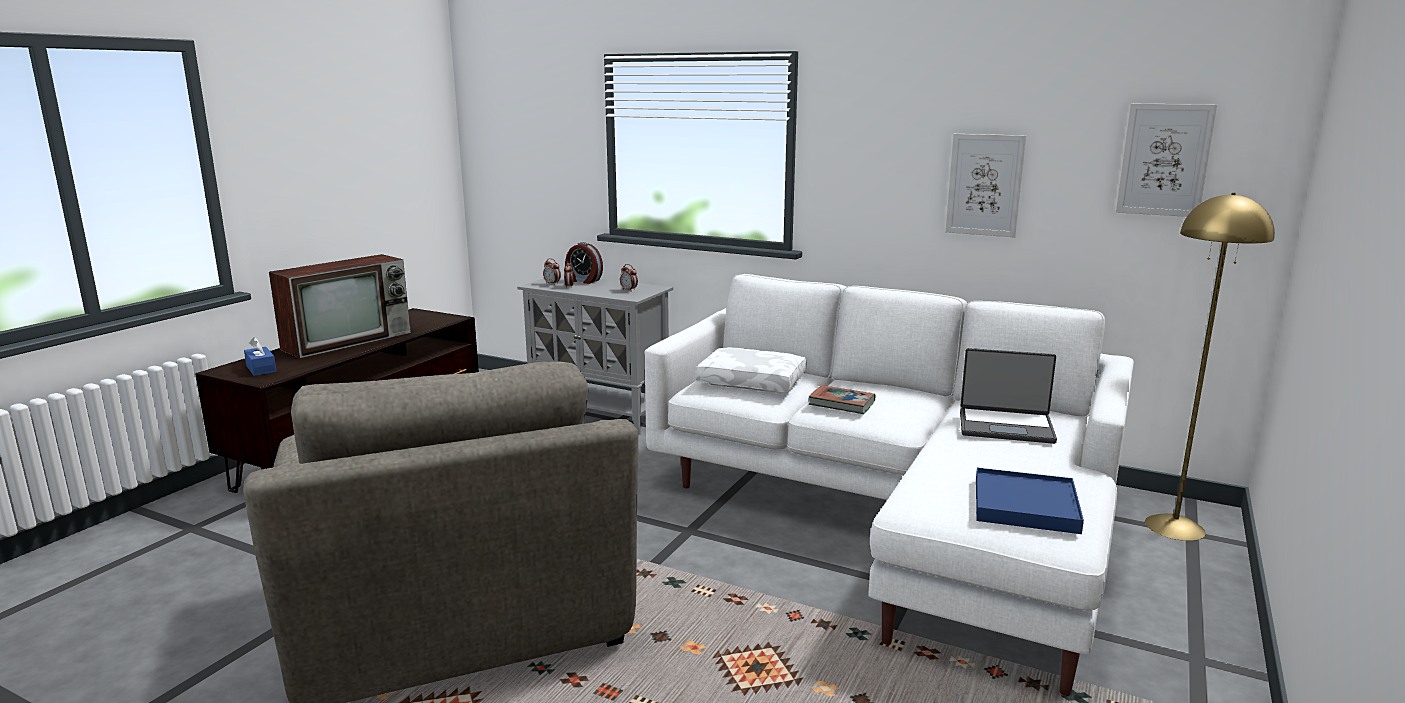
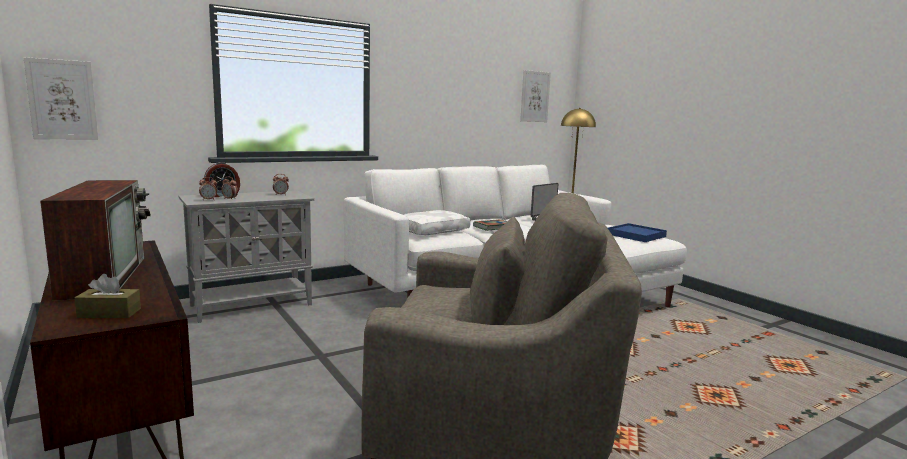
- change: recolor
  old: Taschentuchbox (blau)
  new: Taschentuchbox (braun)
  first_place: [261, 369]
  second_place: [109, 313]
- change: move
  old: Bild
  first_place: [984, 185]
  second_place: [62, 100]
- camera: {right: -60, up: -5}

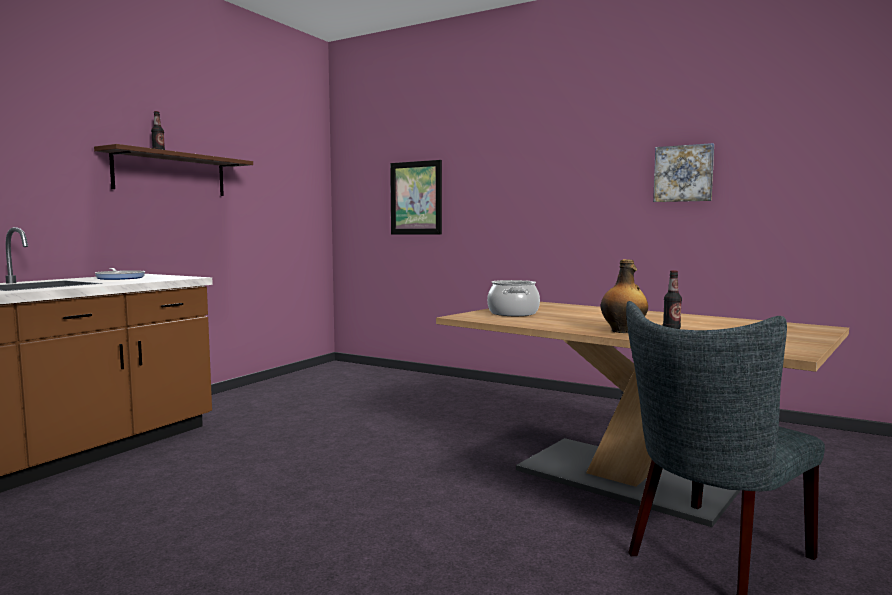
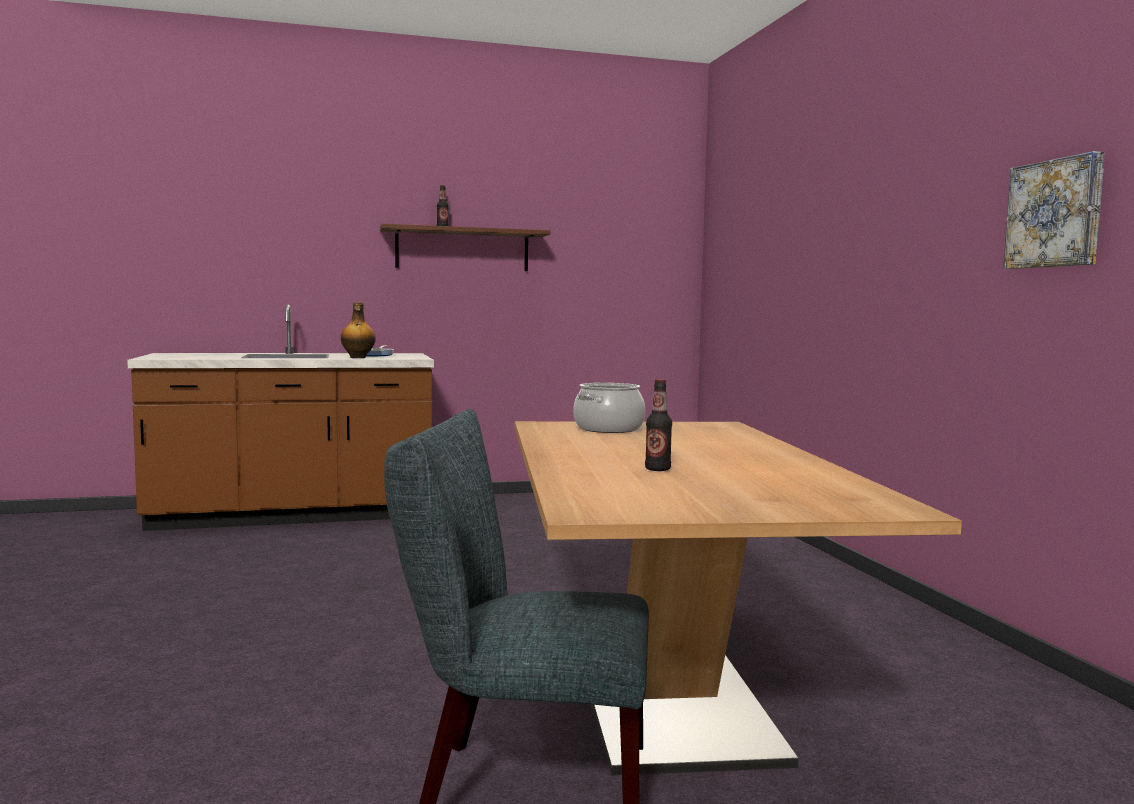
- change: delete
  old: Bild
  first_place: [416, 198]
- change: move
  old: Flasche
  first_place: [623, 331]
  second_place: [358, 357]
- camera: {right: 45, up: 0}

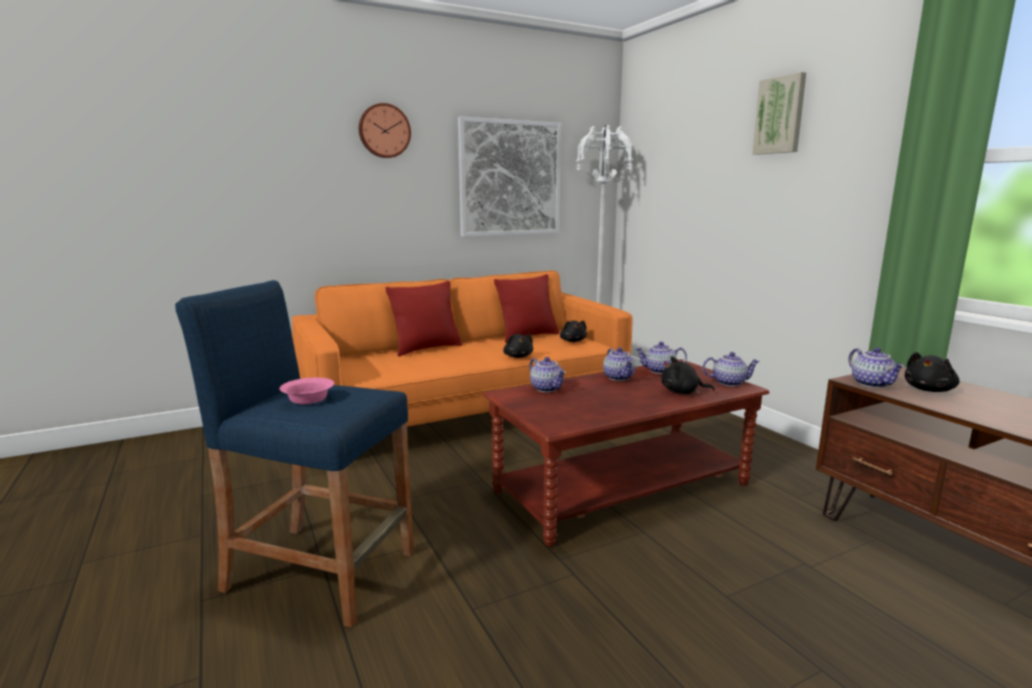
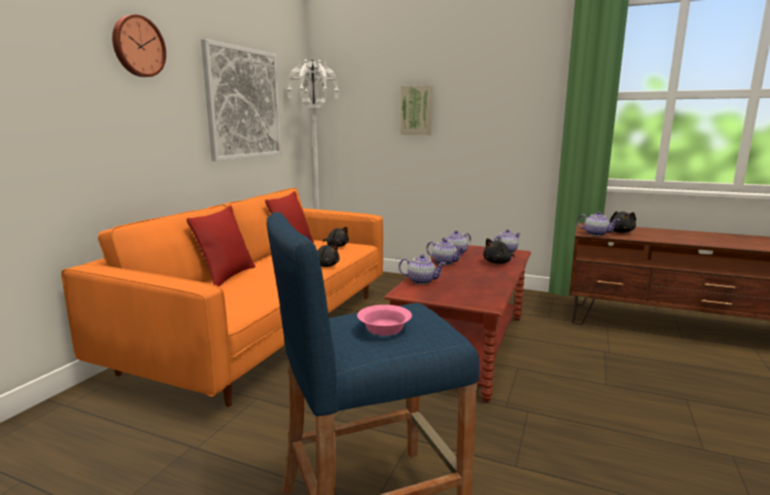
- change: move
  old: Bild
  first_place: [780, 115]
  second_place: [416, 110]
- camera: {right: -40, up: 0}

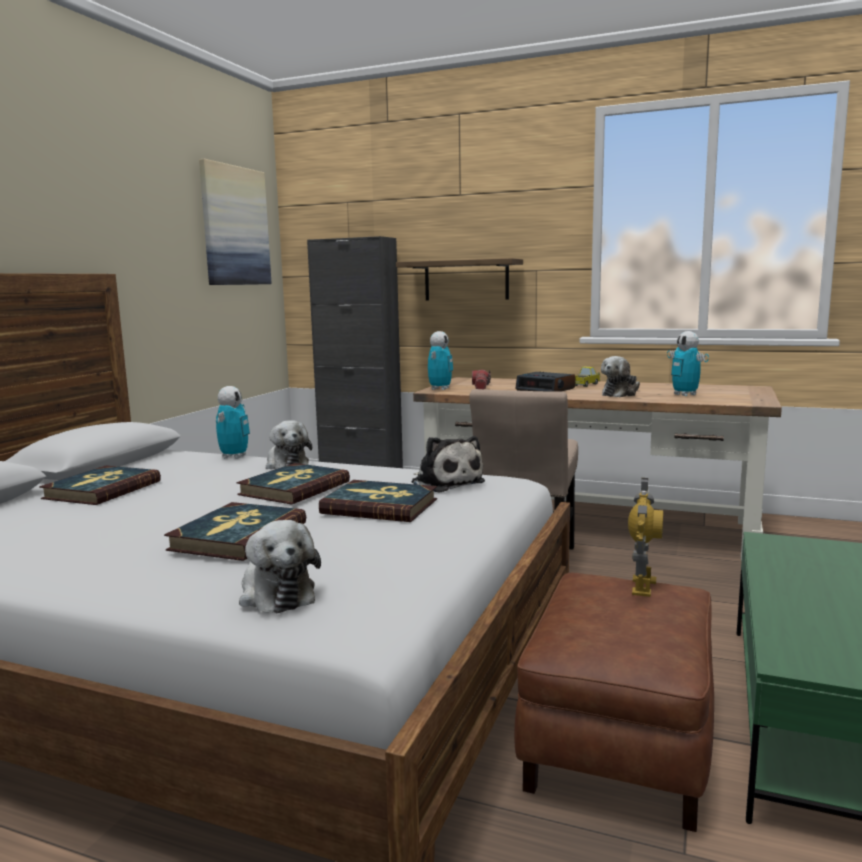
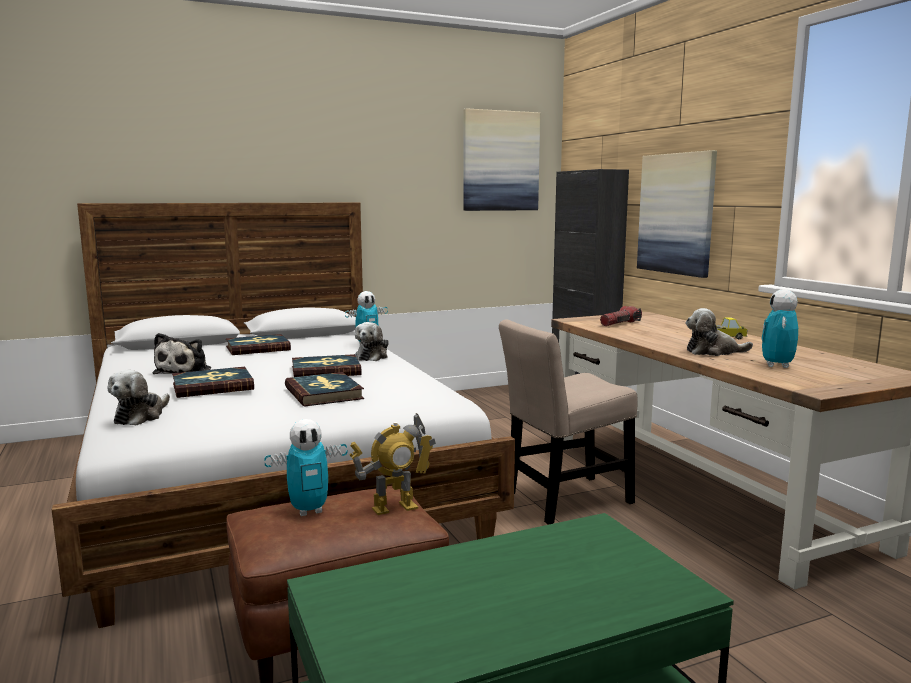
- change: replace
  old: Wandregal
  new: Bild
  first_place: [466, 280]
  second_place: [676, 213]
- change: move
  old: Plüschtier
  first_place: [445, 483]
  second_place: [185, 371]
- change: move
  old: Spielzeugroboter
  first_place: [440, 389]
  second_place: [309, 510]
- change: delete
  old: Wecker
  first_place: [546, 389]
- camera: {right: 45, up: 0}

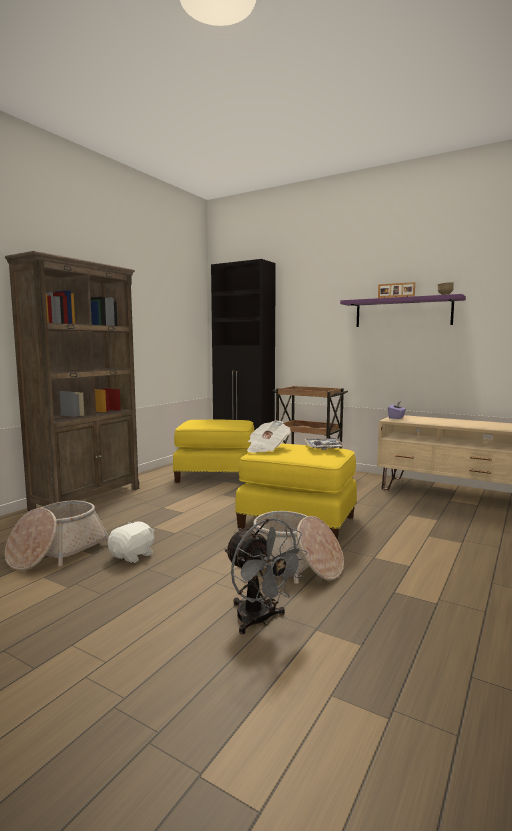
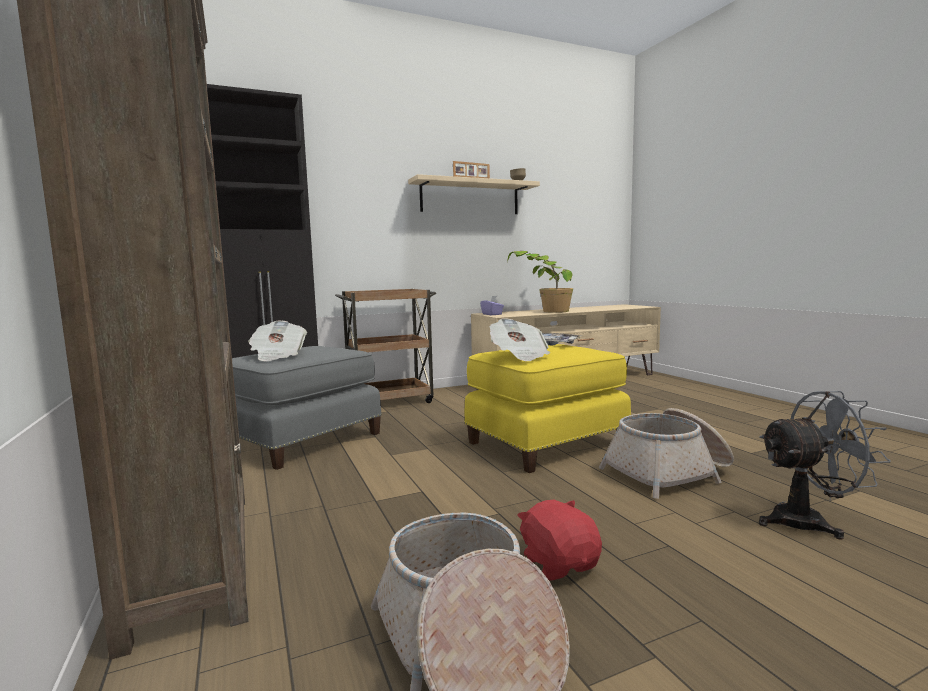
- change: recolor
  old: Plüschtier (weiß)
  new: Plüschtier (rot)
  first_place: [133, 556]
  second_place: [559, 563]
- change: recolor
  old: Polsterhocker (gelb)
  new: Polsterhocker (grau)
  first_place: [216, 475]
  second_place: [303, 440]
- change: recolor
  old: Wandregal (lila)
  new: Wandregal (beige)
  first_place: [402, 312]
  second_place: [470, 197]
- change: insert
  new: Zeitung
  second_place: [278, 356]
- change: insert
  new: Topfpflanze
  second_place: [542, 312]
- camera: {right: -55, up: 0}

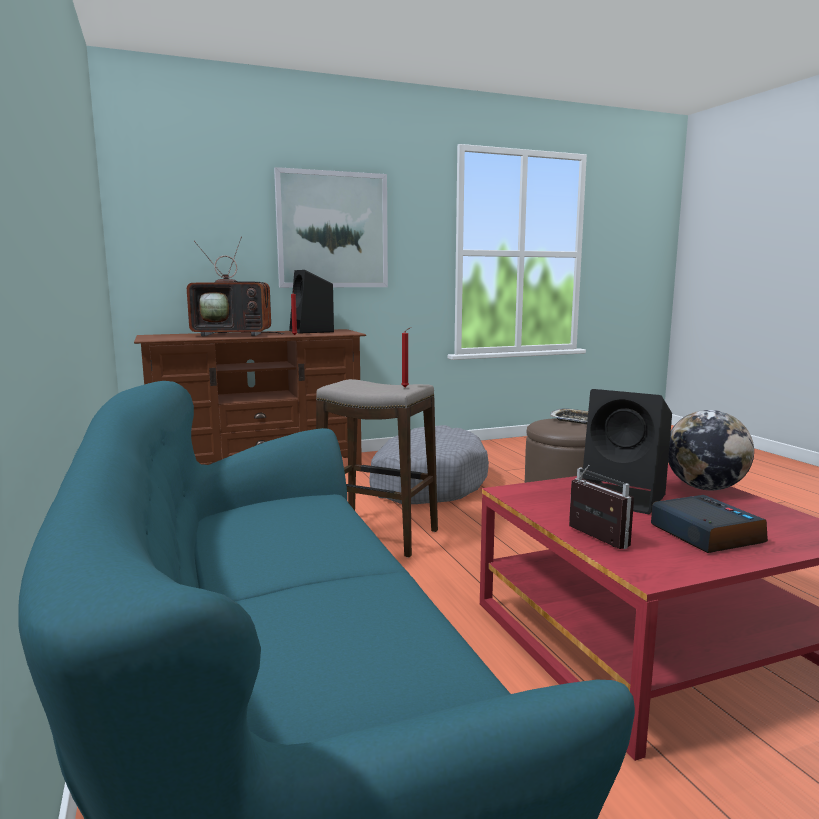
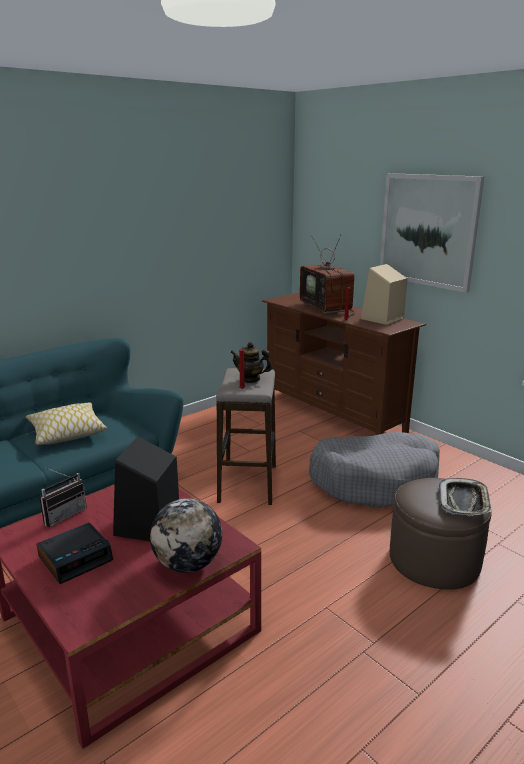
- change: recolor
  old: Lautsprecher (schwarz)
  new: Lautsprecher (beige)
  first_place: [312, 331]
  second_place: [382, 319]
- change: insert
  new: Kissen
  second_place: [66, 432]
- change: insert
  new: Teekanne
  second_place: [250, 379]
- camera: {right: 70, up: 10}

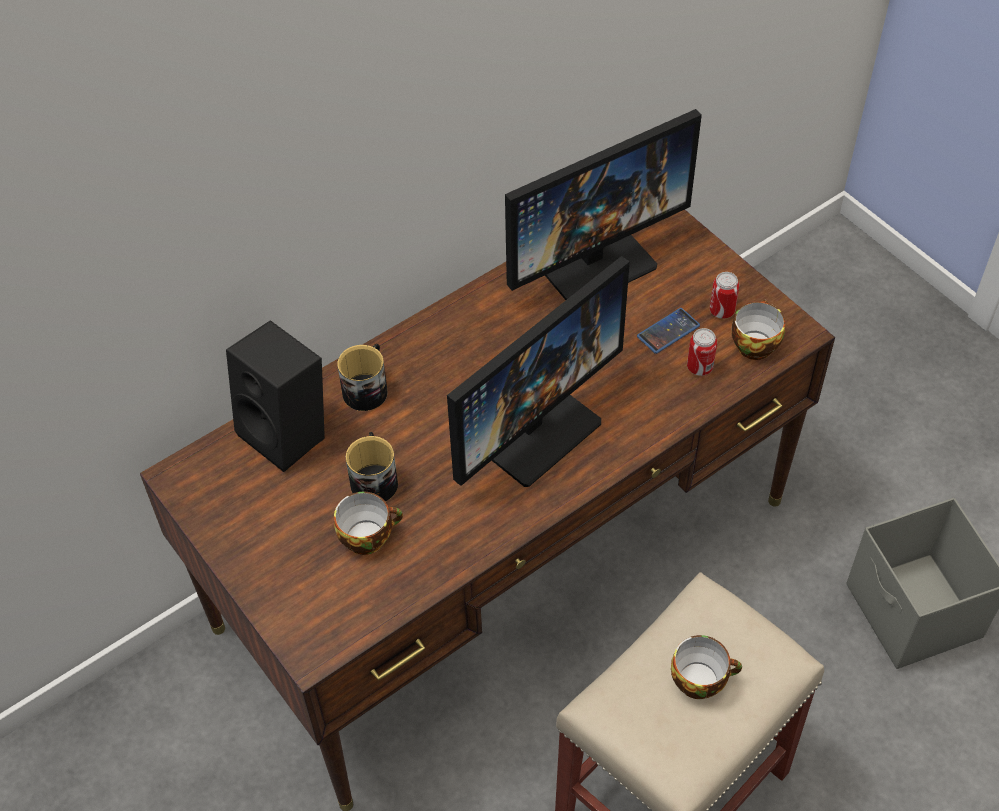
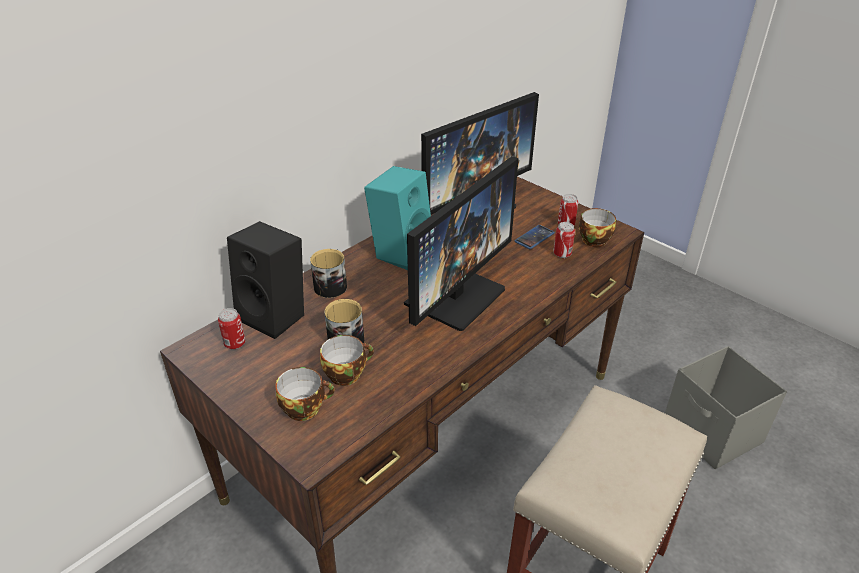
- change: move
  old: Tasse
  first_place: [700, 679]
  second_place: [305, 407]
- change: insert
  new: Dose
  second_place: [235, 344]
- change: insert
  new: Lautsprecher (türkis)
  second_place: [401, 251]
- camera: {right: -10, up: -15}

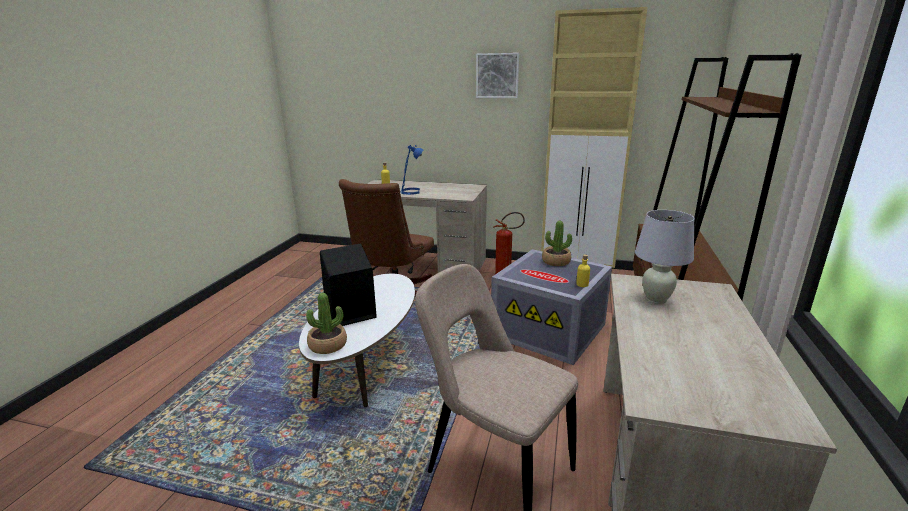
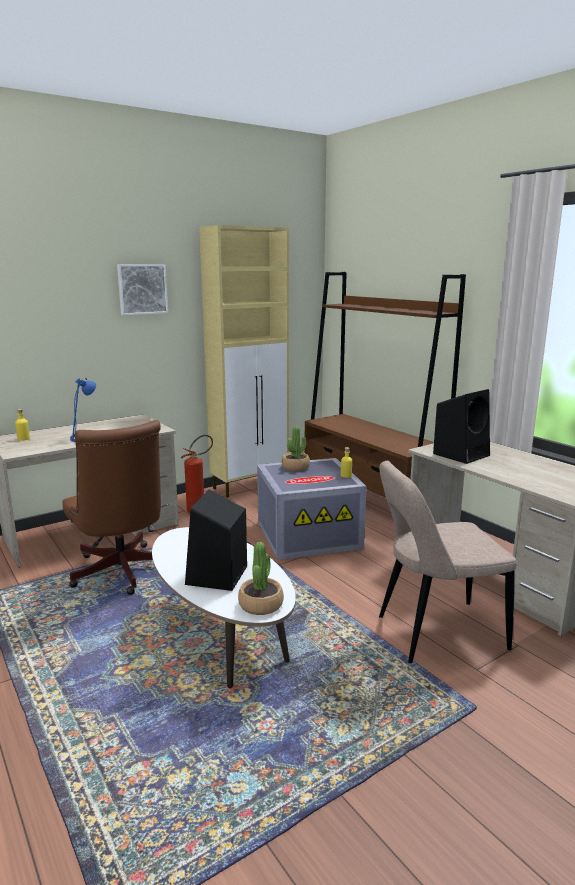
- change: replace
  old: Tischlampe (weiß)
  new: Lautsprecher (schwarz)
  first_place: [656, 299]
  second_place: [461, 454]
- camera: {right: -50, up: -5}

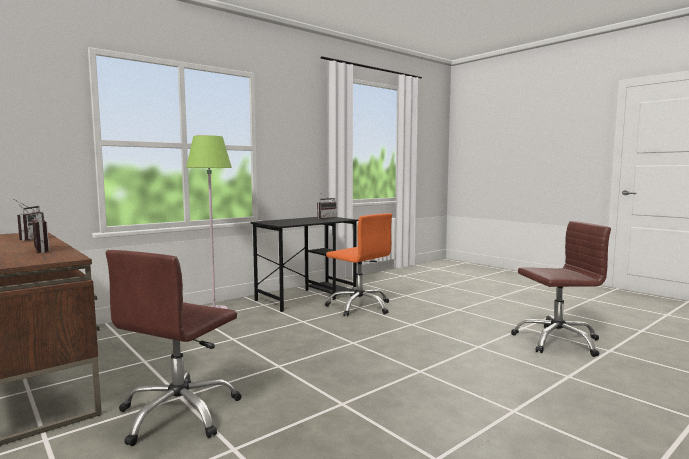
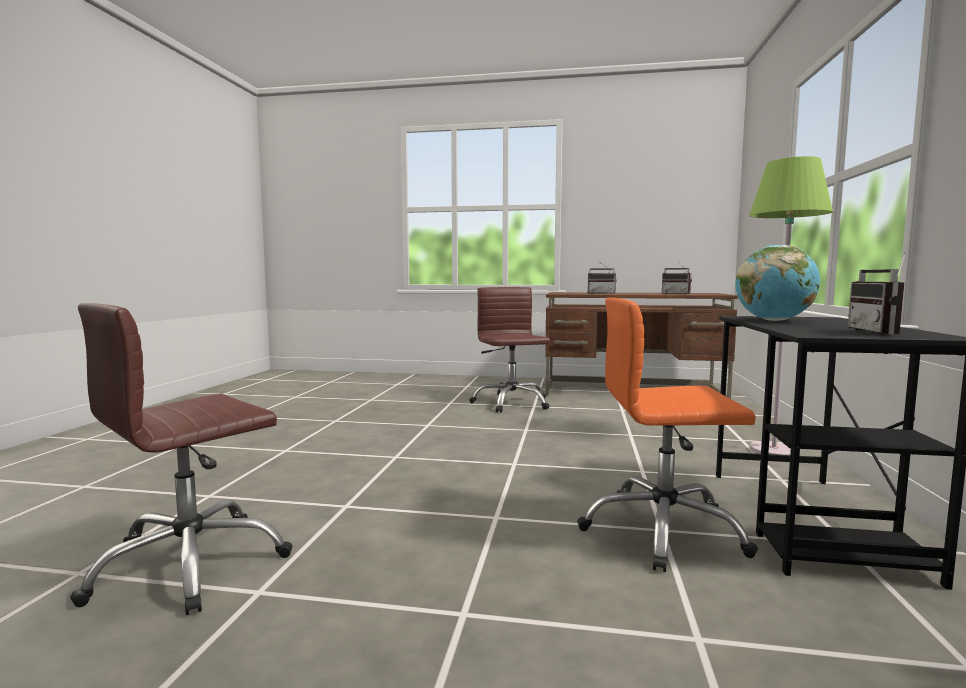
- change: insert
  new: Globus
  second_place: [774, 320]
- camera: {right: 140, up: 0}

